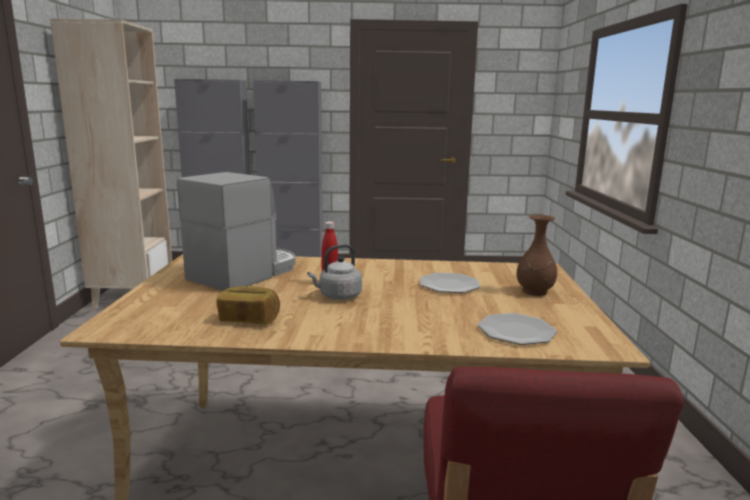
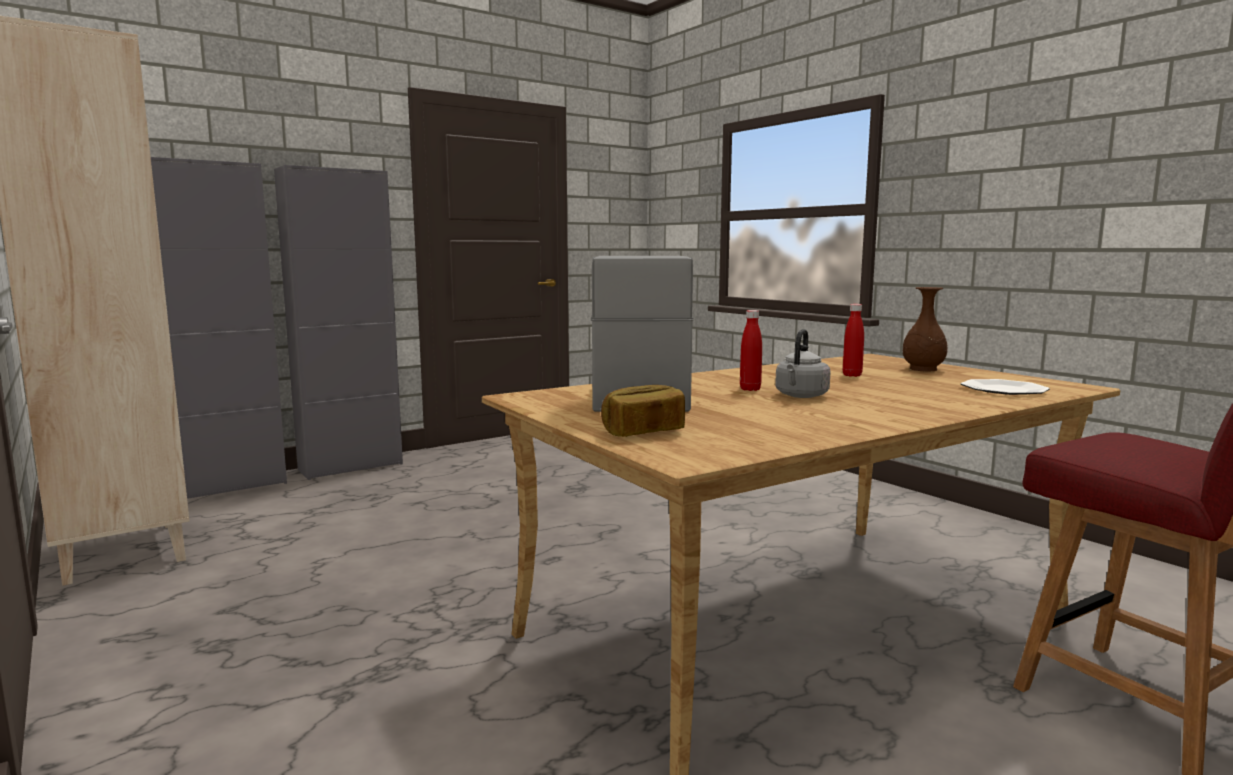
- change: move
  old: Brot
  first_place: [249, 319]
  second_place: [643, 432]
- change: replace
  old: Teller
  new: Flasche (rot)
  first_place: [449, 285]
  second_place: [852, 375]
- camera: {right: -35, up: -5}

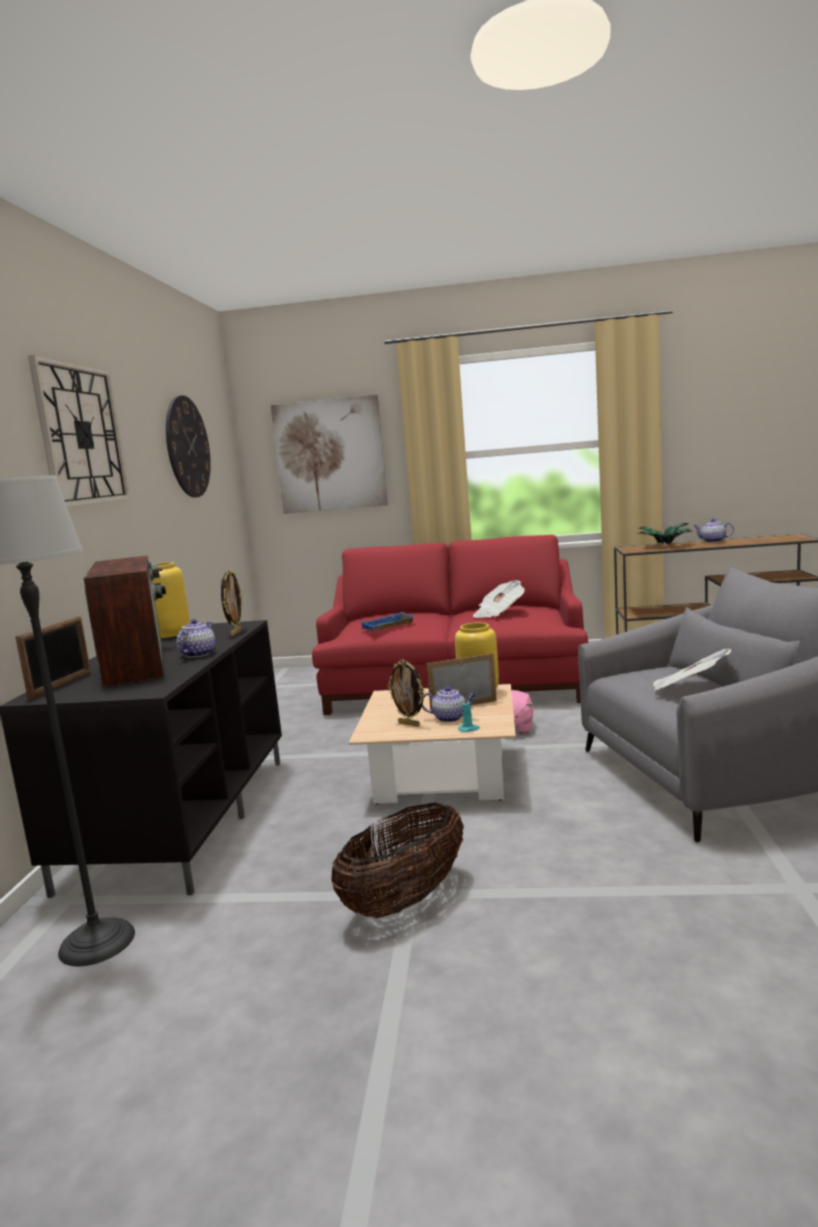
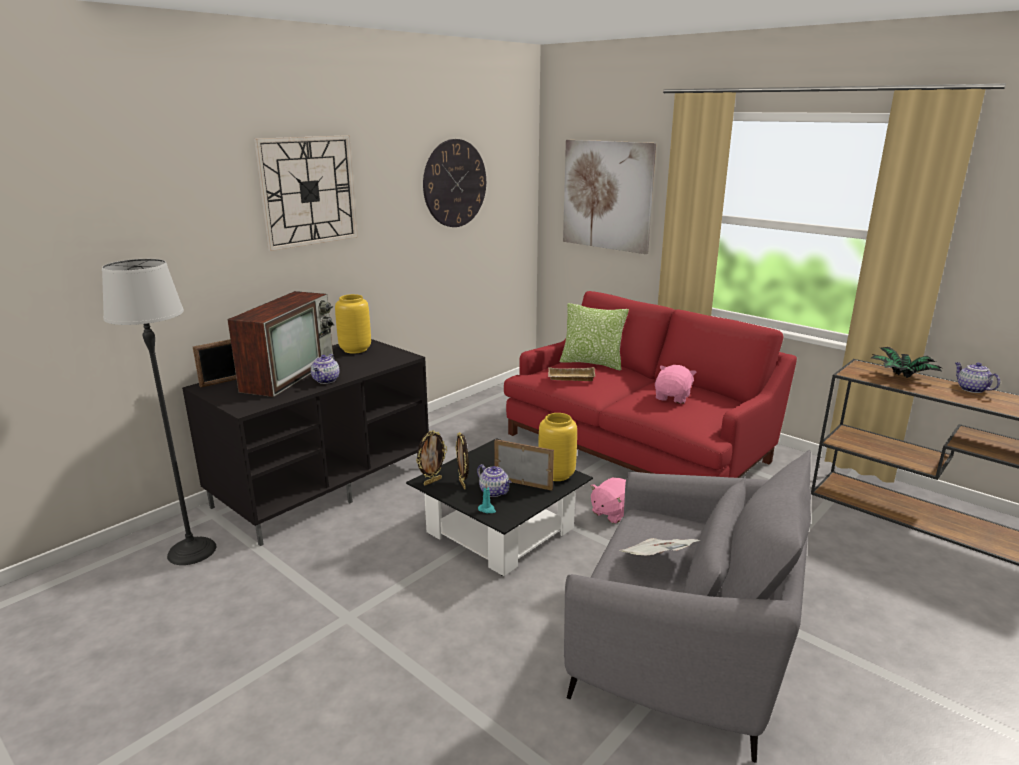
- change: rotate
  old: Teekanne
  first_place: [198, 654]
  second_place: [326, 380]
  degrees: 135
- change: move
  old: Bilderrahmen
  first_place: [236, 633]
  second_place: [432, 481]
- change: delete
  old: Korb
  first_place: [405, 900]
- change: recolor
  old: Couchtisch (beige)
  new: Couchtisch (schwarz)
  first_place: [442, 774]
  second_place: [500, 530]
- change: recolor
  old: Tablett (blau)
  new: Tablett (beige)
  first_place: [388, 626]
  second_place: [570, 378]
- change: replace
  old: Zeitung
  new: Plüschtier (rosa)
  first_place: [498, 614]
  second_place: [673, 397]
- change: insert
  new: Kissen
  second_place: [592, 363]
- camera: {right: 35, up: 10}

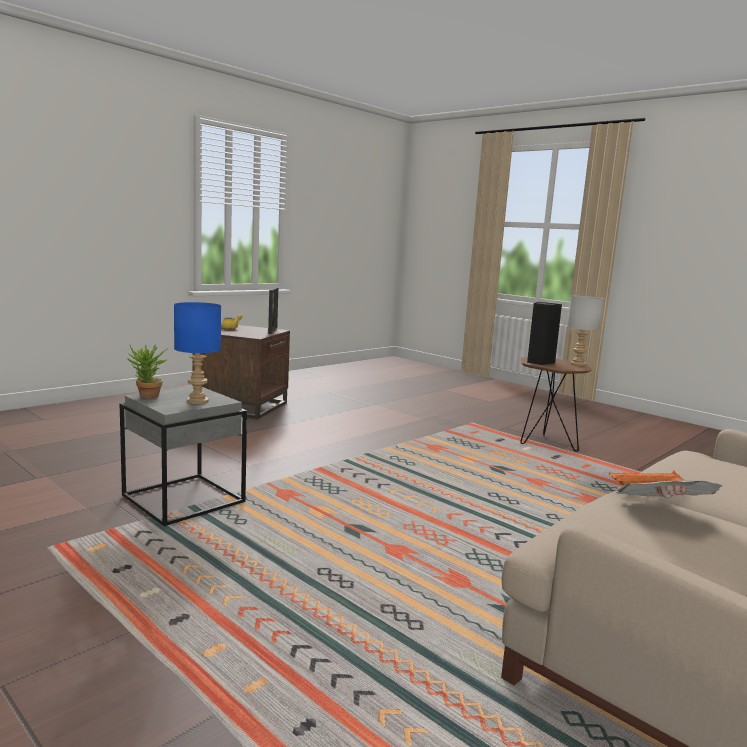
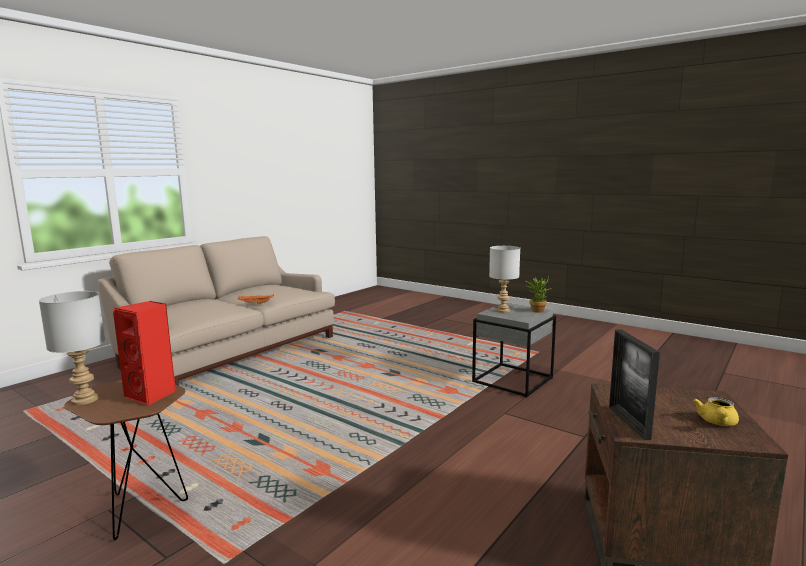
- change: recolor
  old: Tischlampe (blau)
  new: Tischlampe (grau)
  first_place: [198, 401]
  second_place: [502, 310]
- change: recolor
  old: Lautsprecher (schwarz)
  new: Lautsprecher (rot)
  first_place: [538, 362]
  second_place: [152, 395]
- change: delete
  old: Zeitung
  first_place: [661, 513]
- camera: {right: 175, up: 0}

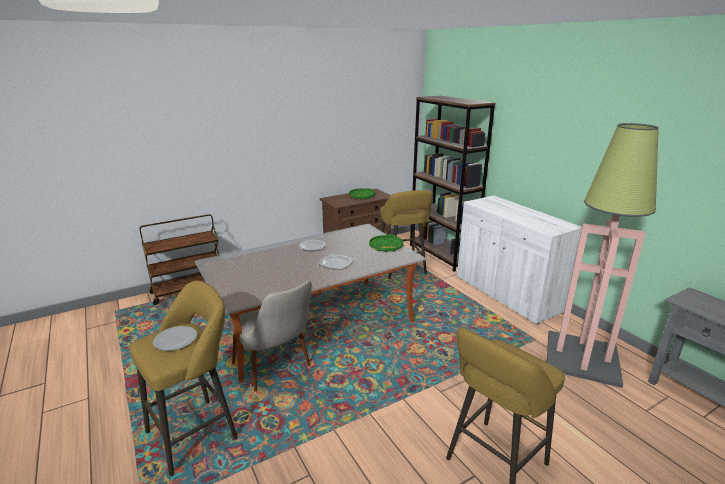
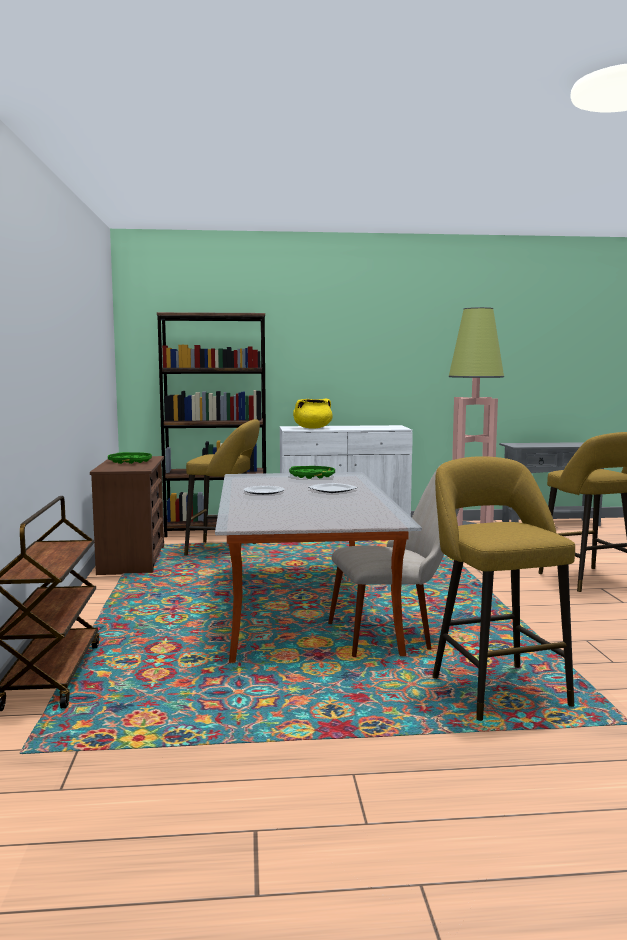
- change: delete
  old: Teller
  first_place: [176, 340]
- change: insert
  new: Kochtopf (gelb)
  second_place: [312, 428]
- camera: {right: -65, up: -15}

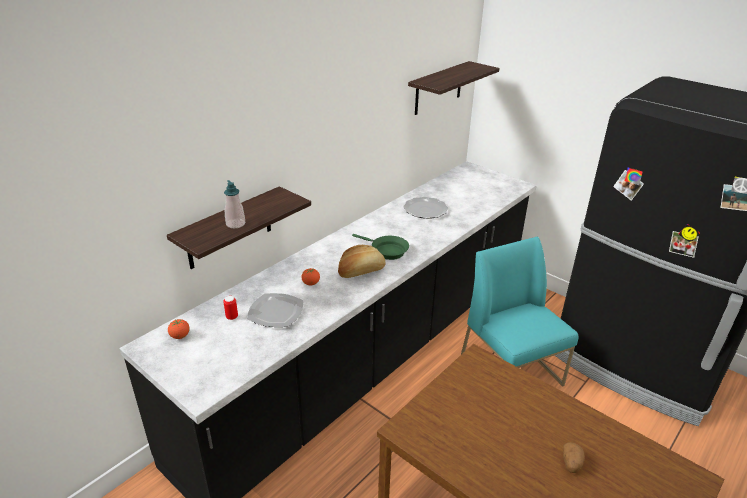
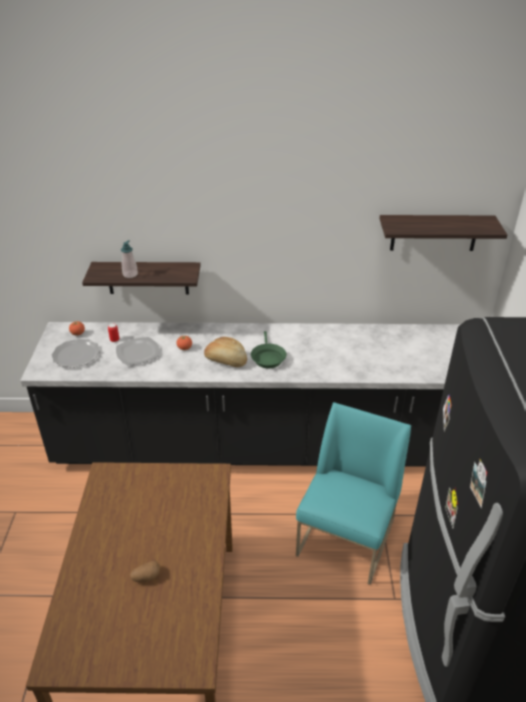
- change: move
  old: Teller
  first_place: [425, 210]
  second_place: [76, 355]
- camera: {right: 50, up: 5}

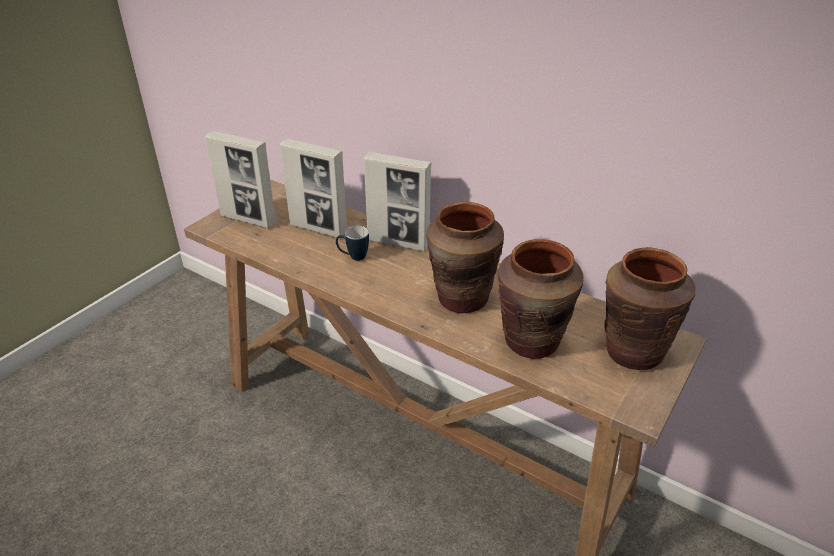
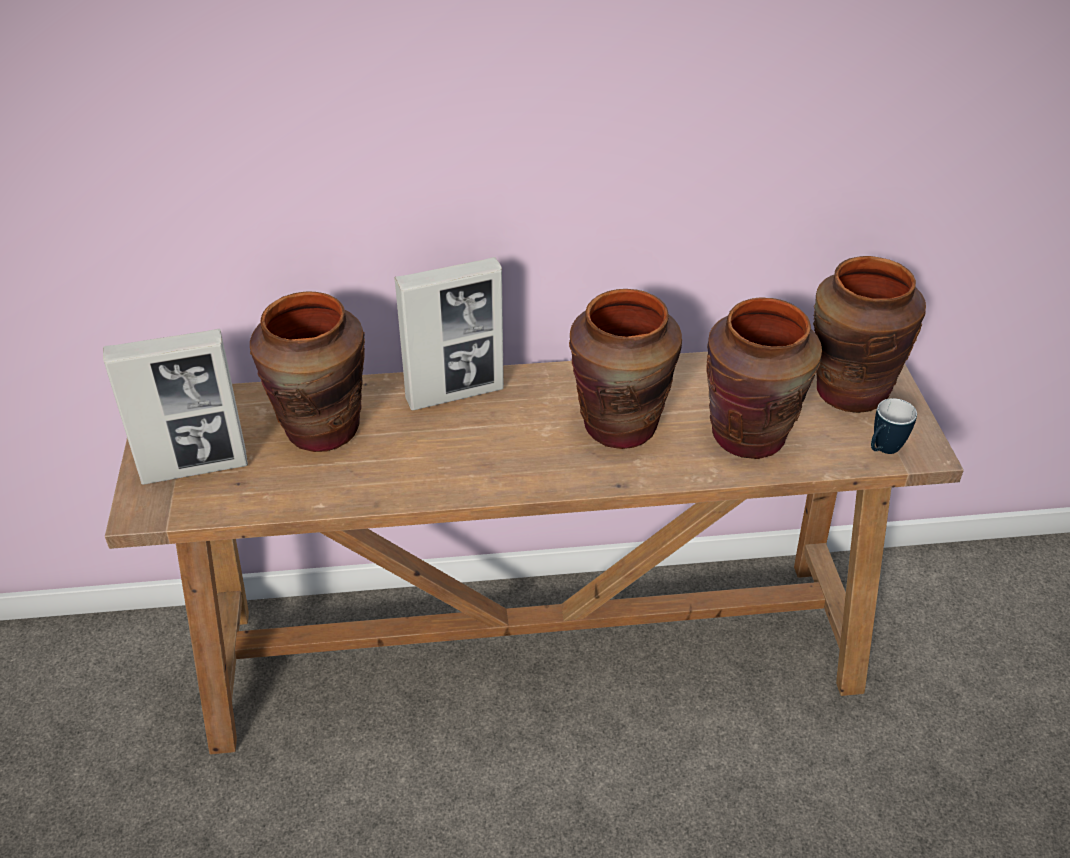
- change: replace
  old: Bilderrahmen
  new: Vase (braun)
  first_place: [318, 229]
  second_place: [322, 429]
- change: move
  old: Henkelbecher
  first_place: [353, 257]
  second_place: [882, 450]
- camera: {right: -40, up: 5}

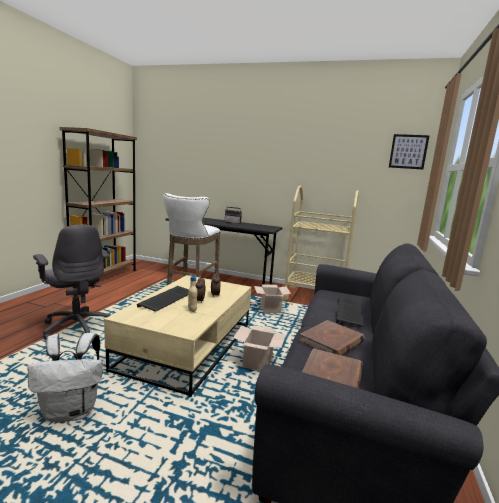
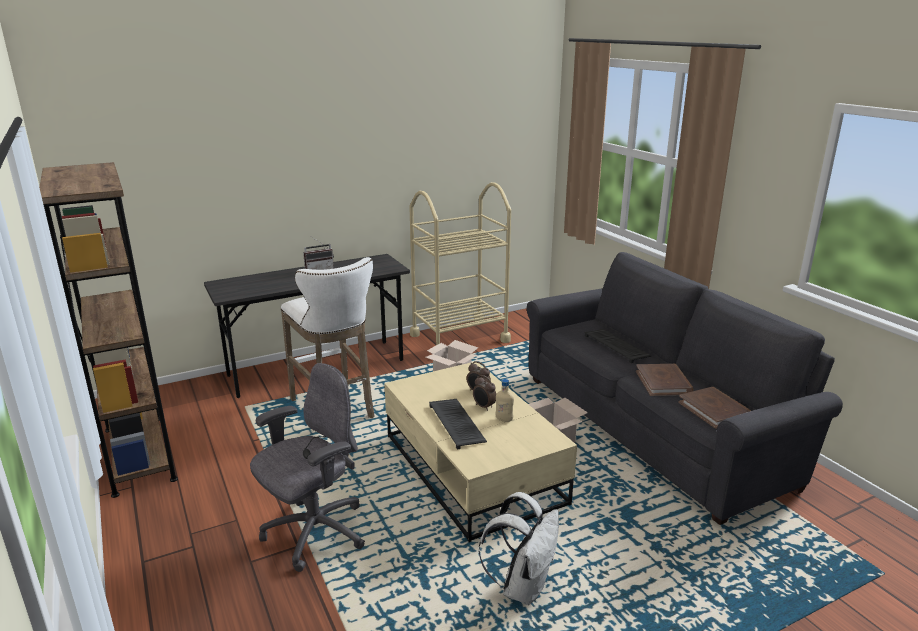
- change: rotate
  old: Bürostuhl (grau)
  first_place: [77, 326]
  second_place: [314, 533]
  degrees: -45
- change: delete
  old: Bild
  first_place: [408, 151]
- camera: {right: -45, up: 10}

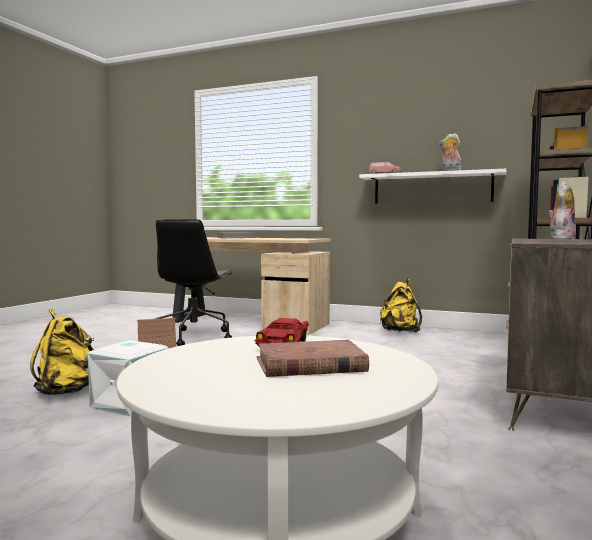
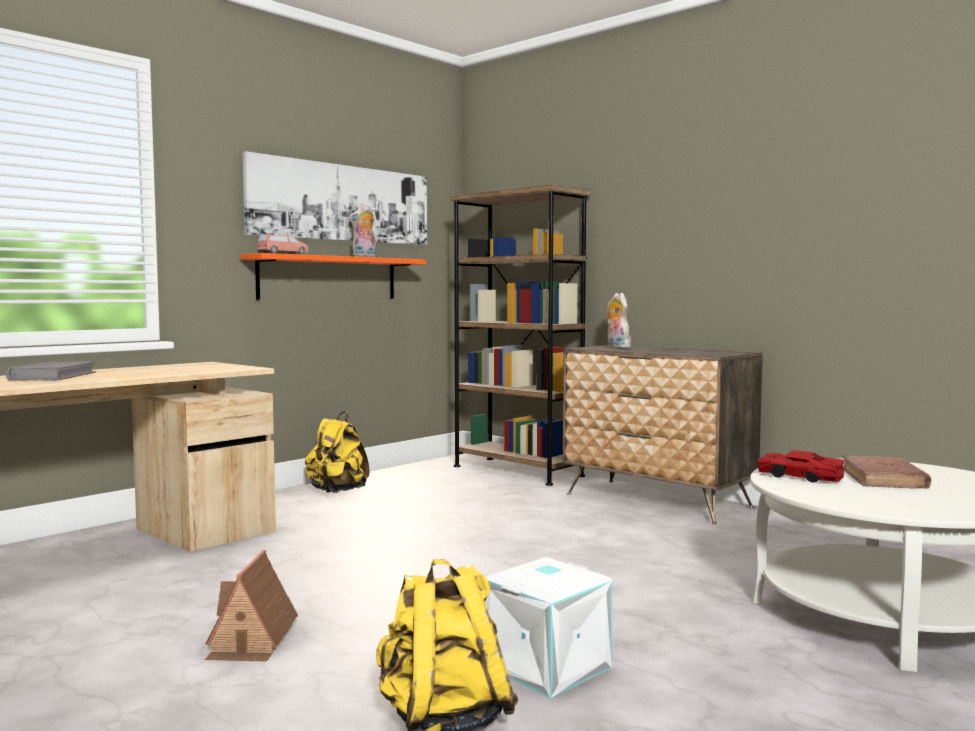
- change: delete
  old: Bürostuhl (schwarz)
  first_place: [194, 337]
- change: recolor
  old: Wandregal (weiß)
  new: Wandregal (orange)
  first_place: [432, 188]
  second_place: [329, 278]
- change: insert
  new: Bild
  second_place: [342, 203]
- camera: {right: -70, up: 0}

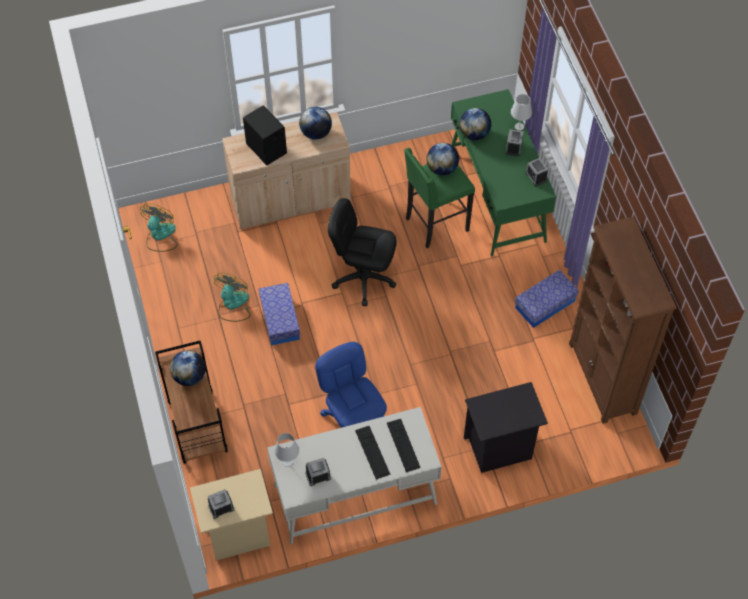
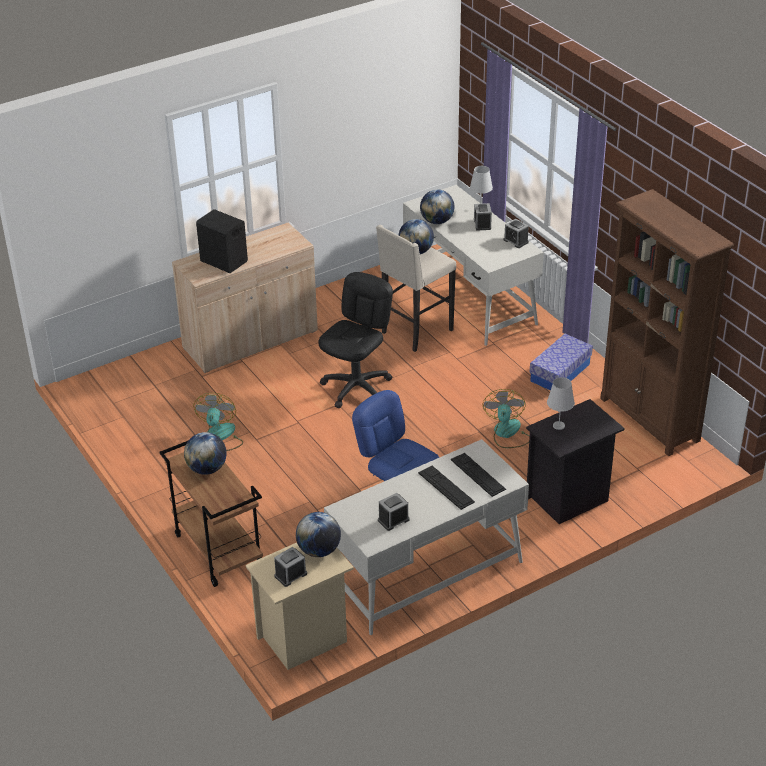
- change: move
  old: Ventilator
  first_place: [160, 236]
  second_place: [507, 433]
- change: delete
  old: Aufbewahrungsbox
  first_place: [280, 319]
- change: move
  old: Tischlampe (weiß)
  first_place: [288, 462]
  second_place: [559, 426]
- change: move
  old: Globus
  first_place: [316, 133]
  second_place: [319, 550]
- change: rotate
  old: Bürostuhl (schwarz)
  first_place: [363, 278]
  second_place: [357, 388]
  degrees: 120
- change: recolor
  old: Hocker (grün)
  new: Hocker (beige)
  first_place: [435, 225]
  second_place: [415, 332]
- change: recolor
  old: Schreibtisch (grün)
  new: Schreibtisch (weiß)
  first_place: [496, 196]
  second_place: [469, 299]
- camera: {right: -15, up: -20}

